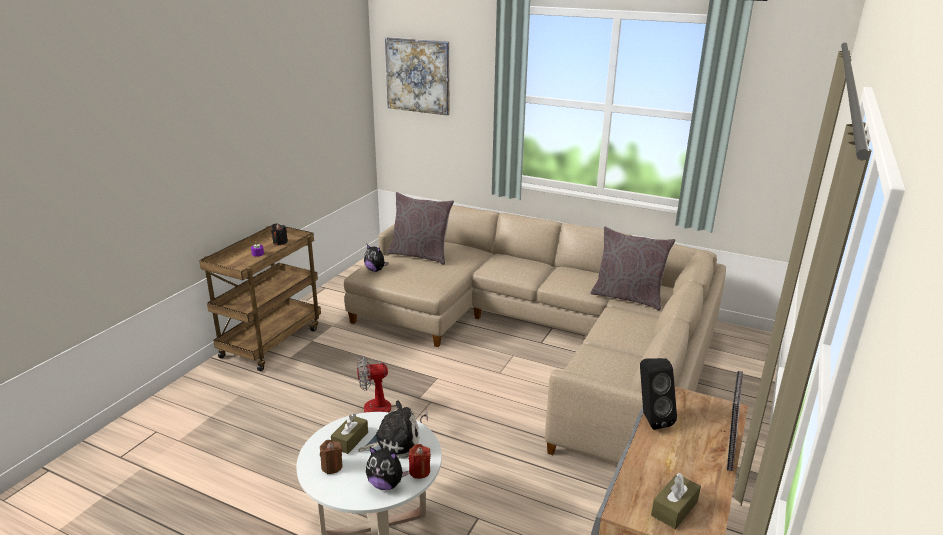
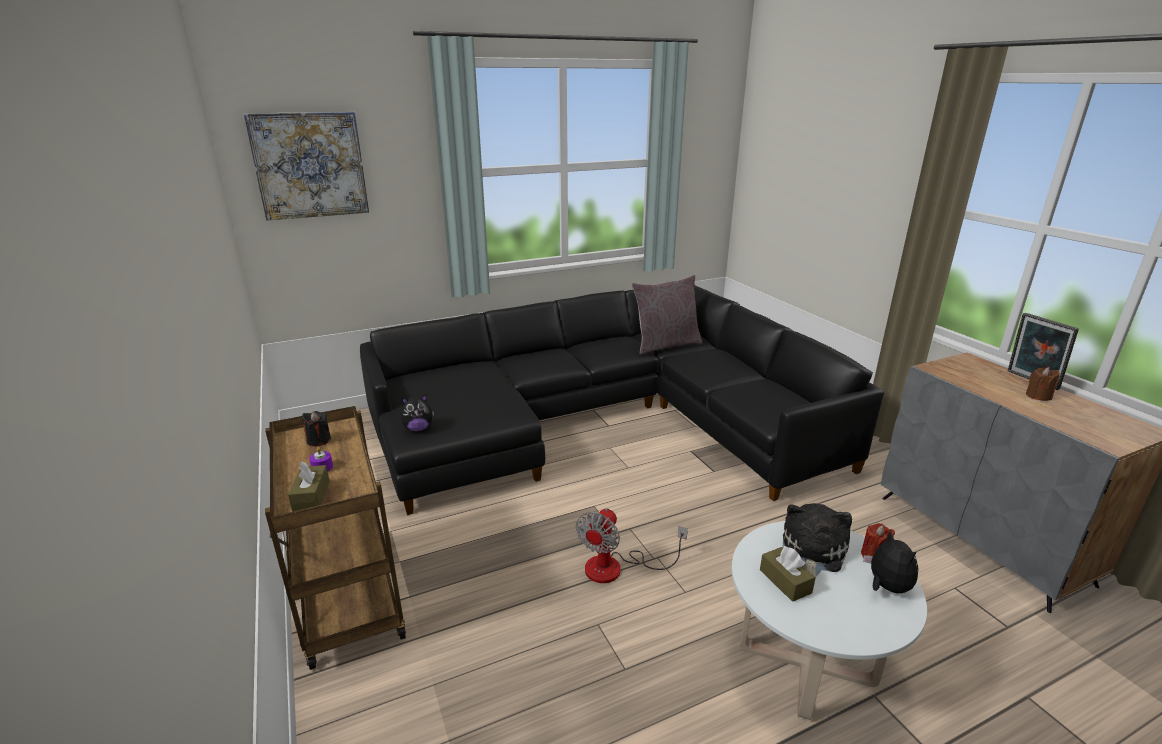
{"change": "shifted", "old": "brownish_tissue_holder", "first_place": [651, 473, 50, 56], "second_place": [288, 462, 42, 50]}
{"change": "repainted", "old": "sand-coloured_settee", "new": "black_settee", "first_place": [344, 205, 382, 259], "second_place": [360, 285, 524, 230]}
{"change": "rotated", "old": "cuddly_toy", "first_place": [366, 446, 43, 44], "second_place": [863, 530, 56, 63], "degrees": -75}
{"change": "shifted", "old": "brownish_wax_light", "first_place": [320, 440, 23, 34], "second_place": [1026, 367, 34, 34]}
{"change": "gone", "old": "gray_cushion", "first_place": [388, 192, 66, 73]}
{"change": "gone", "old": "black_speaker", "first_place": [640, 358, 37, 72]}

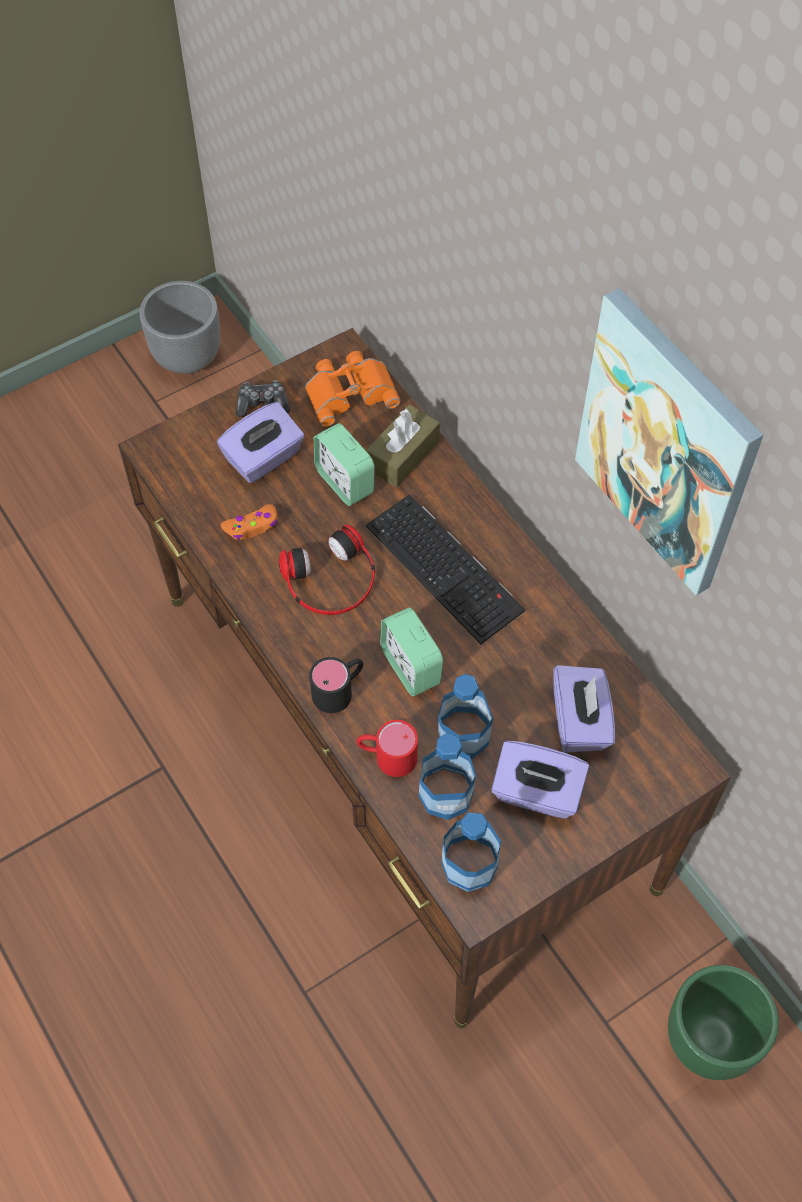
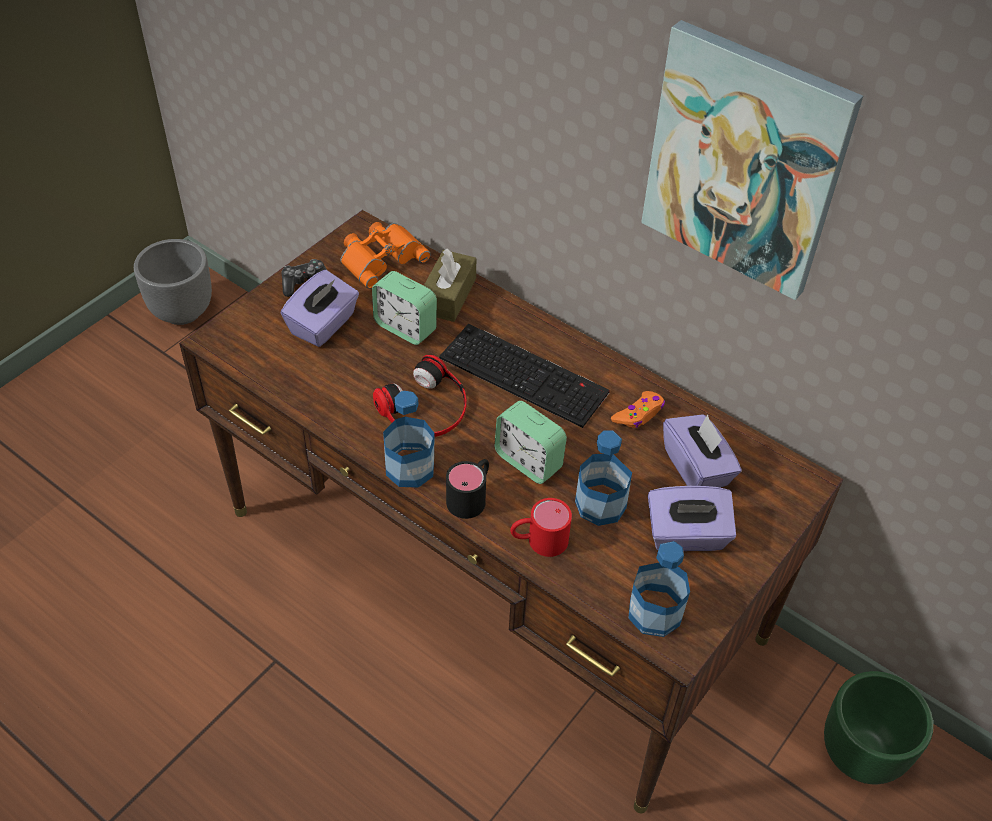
{"change": "shifted", "old": "drink_bottle", "first_place": [419, 733, 57, 87], "second_place": [383, 391, 52, 96]}
{"change": "shifted", "old": "orange_gamepad", "first_place": [220, 504, 57, 36], "second_place": [611, 391, 54, 37]}

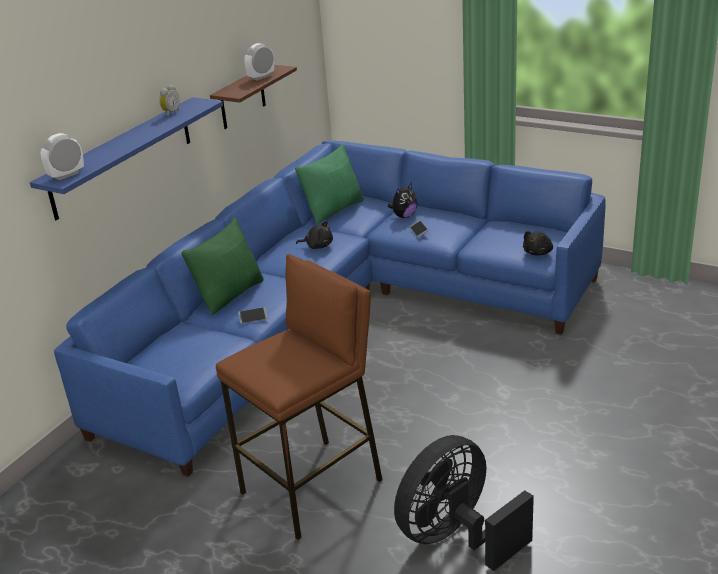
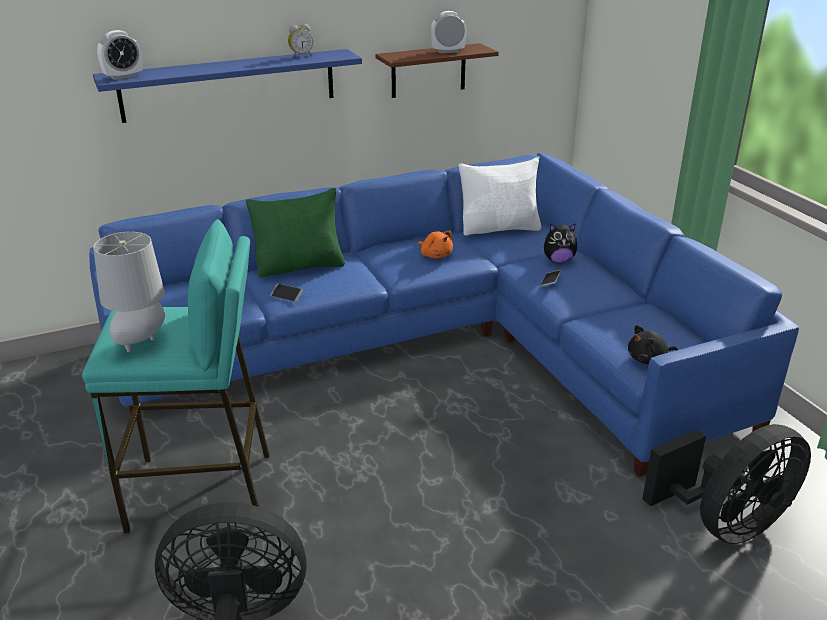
{"change": "repainted", "old": "brownish_sitting_stool", "new": "turquoise_sitting_stool", "first_place": [216, 254, 166, 286], "second_place": [82, 219, 188, 315]}
{"change": "new", "new": "gray_tabletop_lamp", "second_place": [93, 232, 72, 120]}
{"change": "rotated", "old": "alarm_clock", "first_place": [41, 133, 43, 47], "second_place": [97, 30, 46, 50], "degrees": 150}
{"change": "repainted", "old": "black_cuddly_toy", "new": "orange_cuddly_toy", "first_place": [296, 221, 37, 28], "second_place": [418, 231, 35, 28]}
{"change": "repainted", "old": "green-coloured_cushion", "new": "white_cushion", "first_place": [295, 144, 69, 80], "second_place": [459, 158, 82, 78]}
{"change": "new", "new": "black_electric_fan", "second_place": [642, 424, 169, 120]}

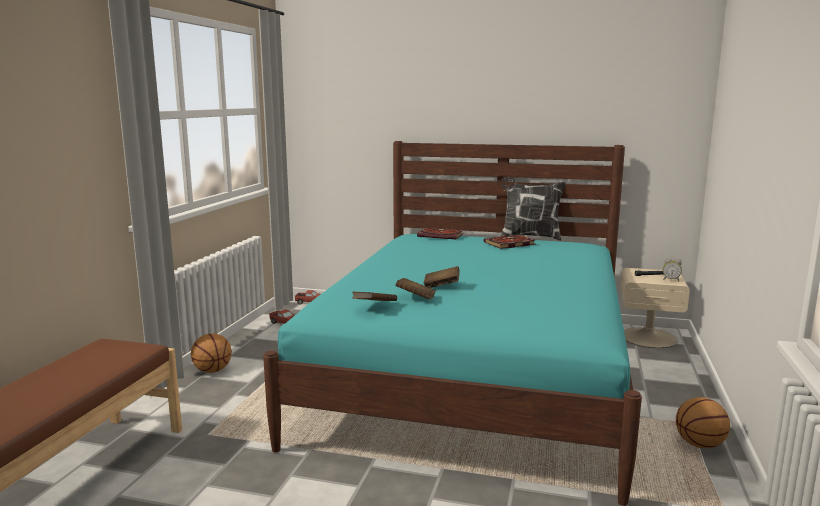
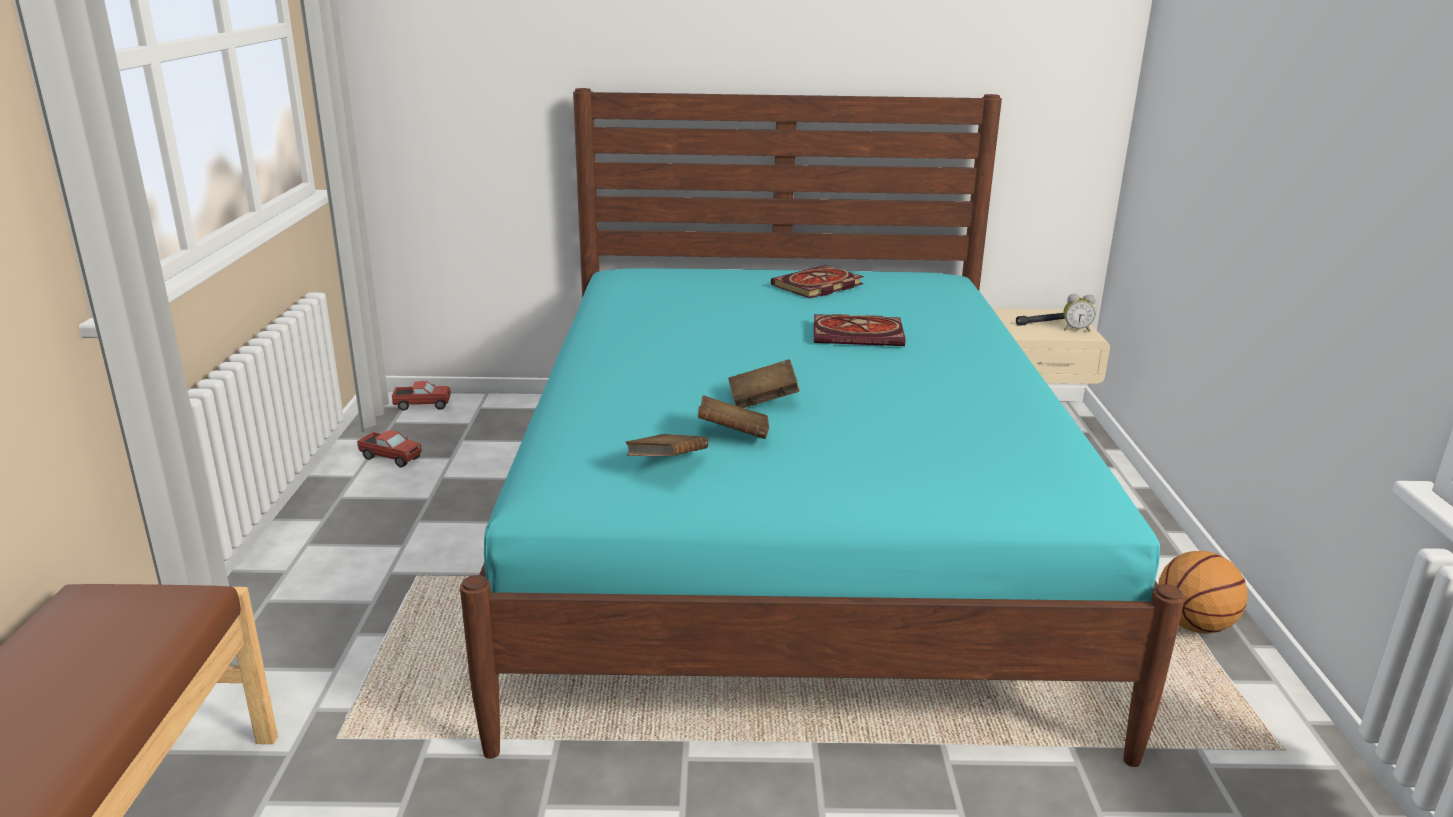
{"change": "shifted", "old": "book", "first_place": [417, 228, 46, 11], "second_place": [814, 314, 91, 32]}
{"change": "gone", "old": "basketball_ball", "first_place": [191, 333, 41, 40]}
{"change": "gone", "old": "cushion", "first_place": [501, 177, 65, 64]}

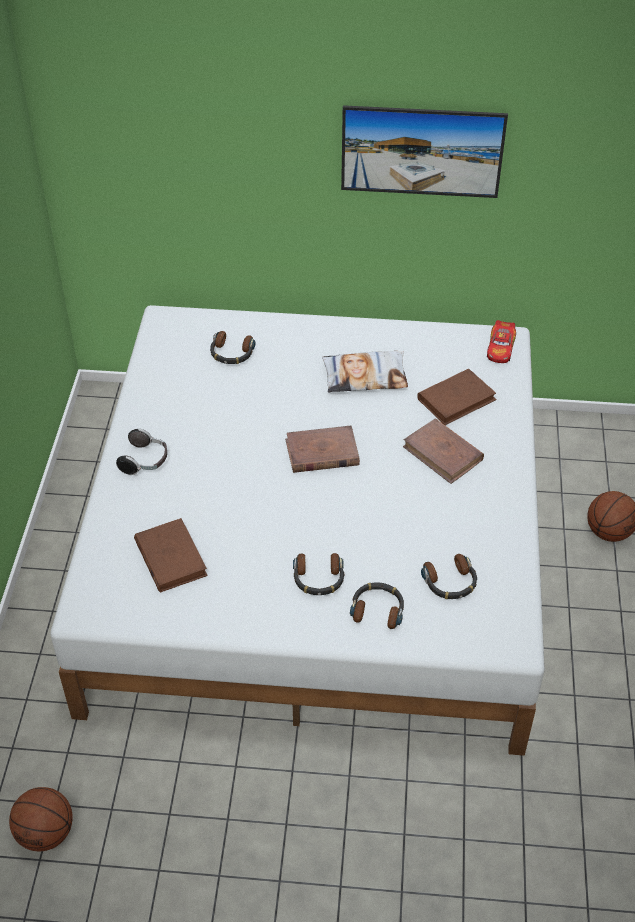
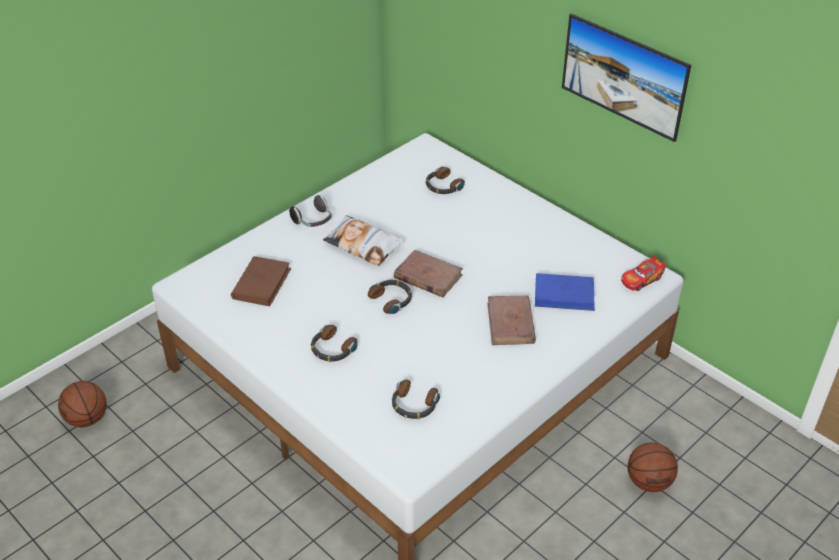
{"change": "shifted", "old": "cushion", "first_place": [322, 351, 86, 41], "second_place": [323, 215, 81, 51]}
{"change": "shifted", "old": "pair_of_headphones", "first_place": [350, 583, 54, 46], "second_place": [368, 280, 44, 34]}
{"change": "repainted", "old": "brownish_book", "new": "blue_book", "first_place": [417, 369, 80, 56], "second_place": [535, 273, 60, 38]}

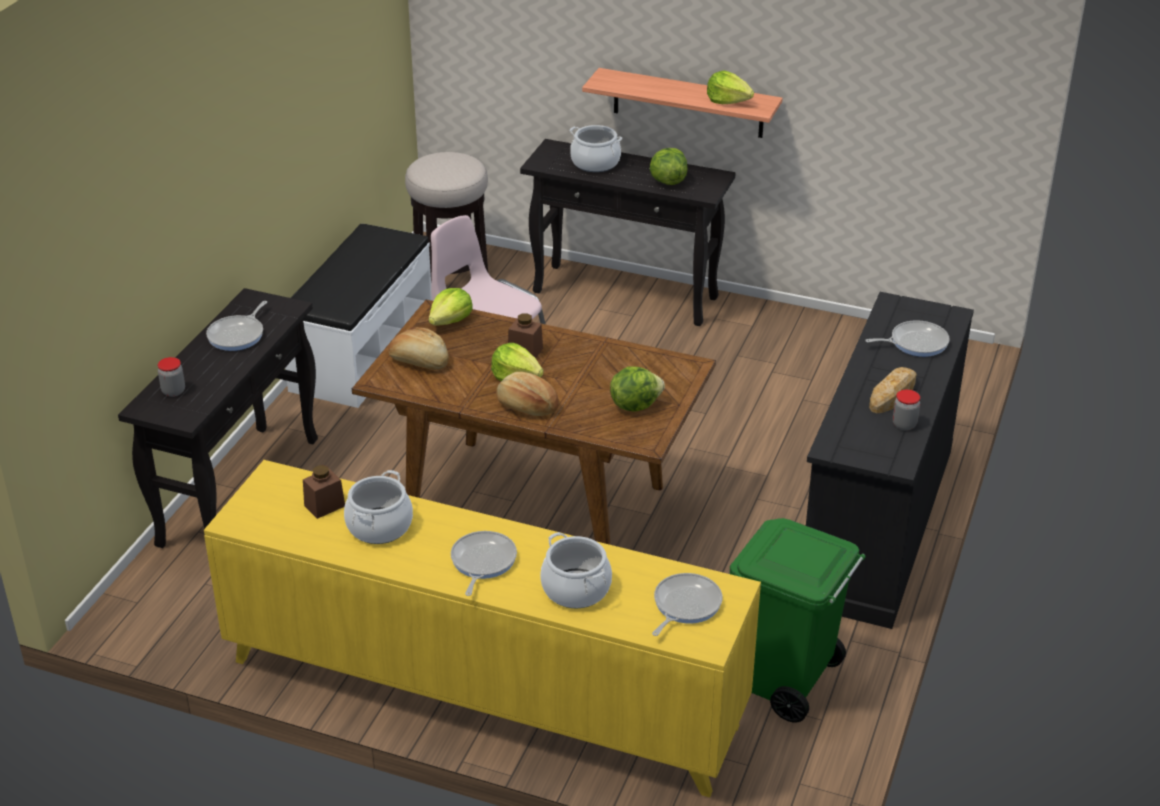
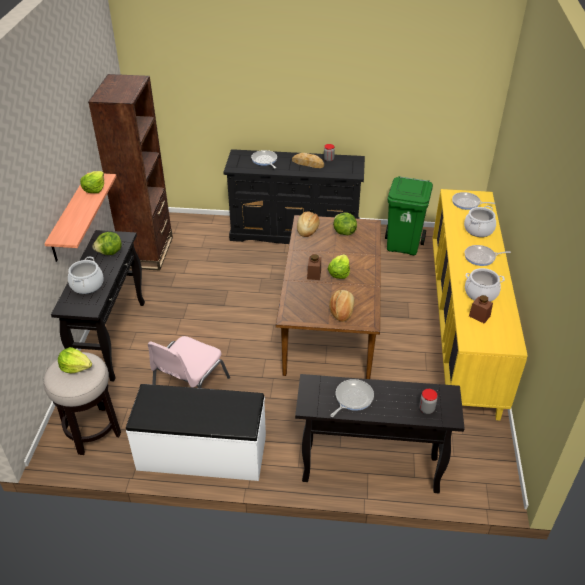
{"change": "shifted", "old": "head_of_lettuce", "first_place": [429, 288, 43, 37], "second_place": [58, 347, 34, 26]}
{"change": "new", "new": "brownish_shelving_unit", "second_place": [88, 74, 85, 197]}
{"change": "shifted", "old": "baked_bread", "first_place": [496, 372, 63, 44], "second_place": [297, 211, 23, 26]}
{"change": "rotated", "old": "skillet", "first_place": [206, 301, 61, 50], "second_place": [330, 379, 44, 38], "degrees": -60}

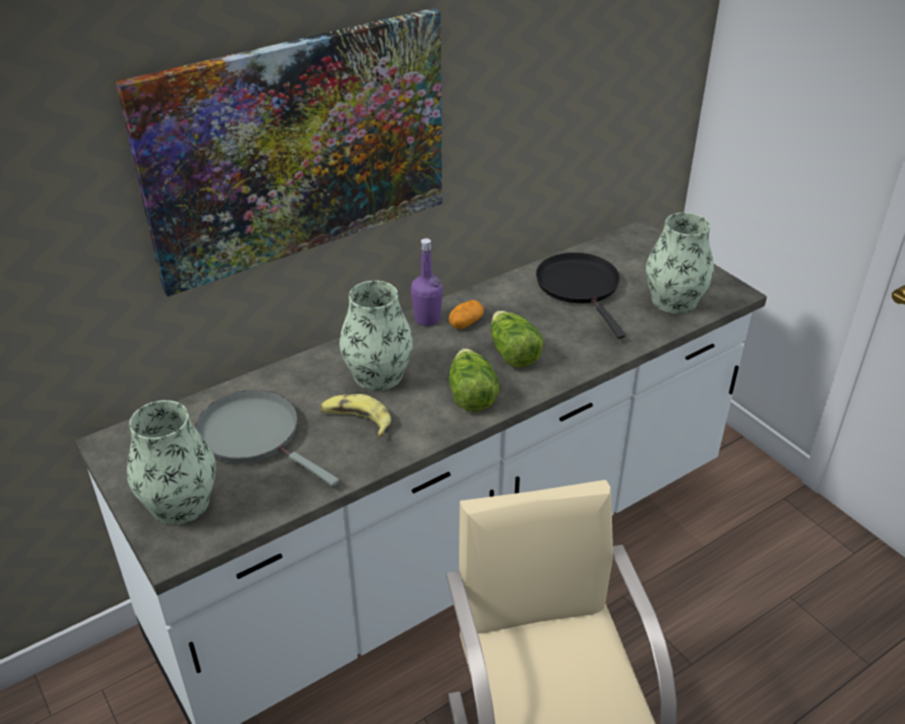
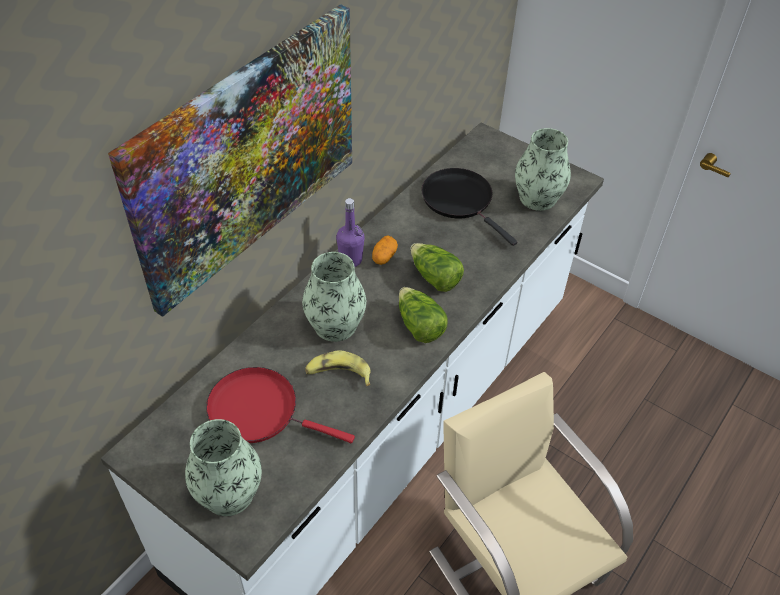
{"change": "repainted", "old": "gray_skillet", "new": "red_skillet", "first_place": [195, 390, 144, 97], "second_place": [206, 367, 149, 76]}

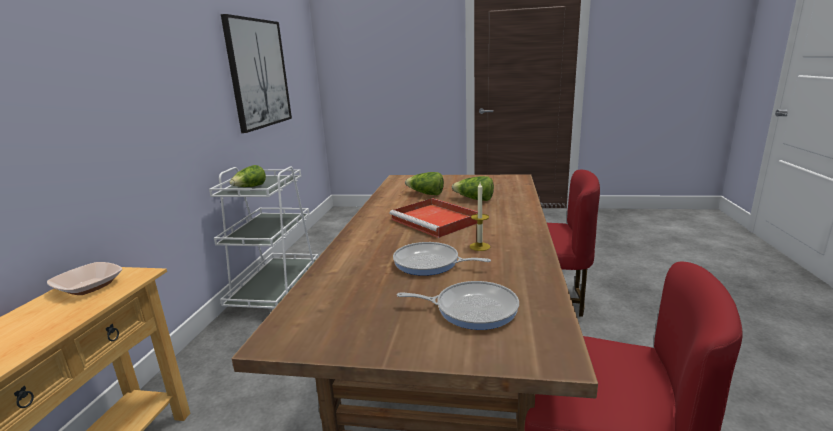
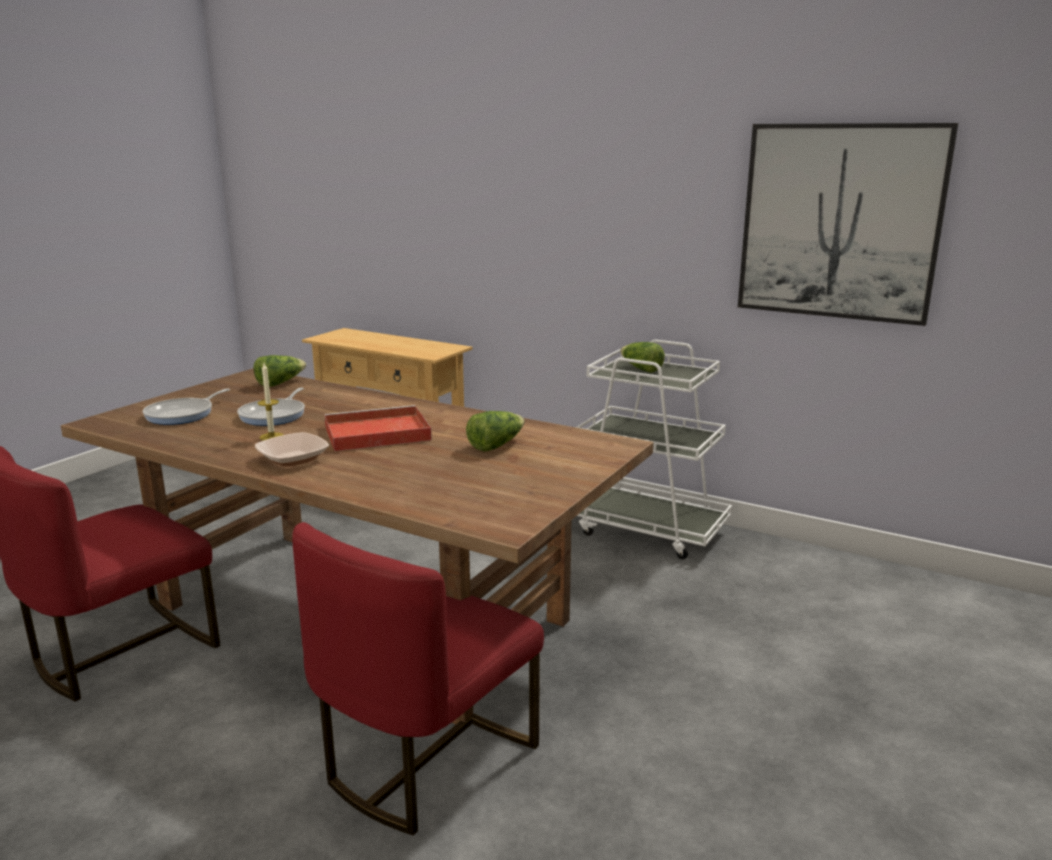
{"change": "rotated", "old": "skillet", "first_place": [393, 242, 98, 34], "second_place": [237, 388, 68, 38], "degrees": 150}
{"change": "shifted", "old": "head_of_lettuce", "first_place": [452, 176, 42, 25], "second_place": [253, 355, 53, 32]}
{"change": "shifted", "old": "deep_dish", "first_place": [47, 262, 75, 33], "second_place": [255, 432, 74, 35]}

